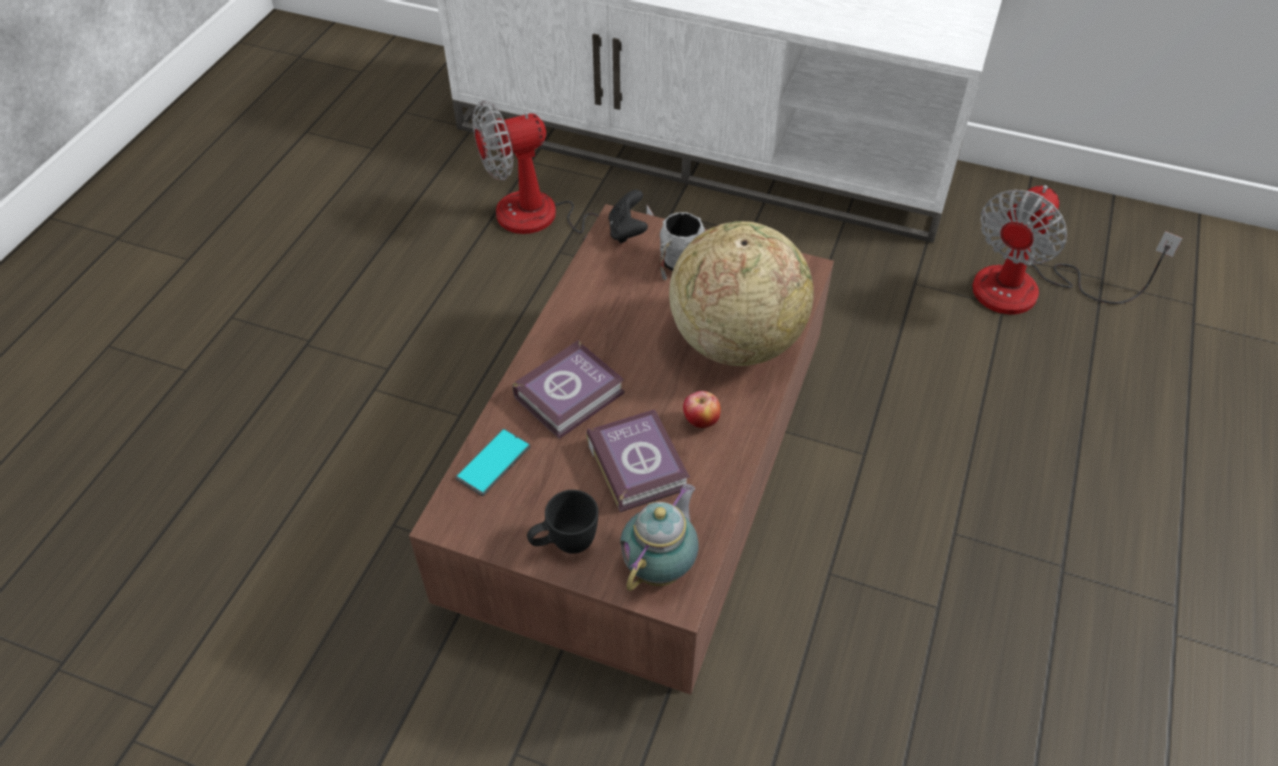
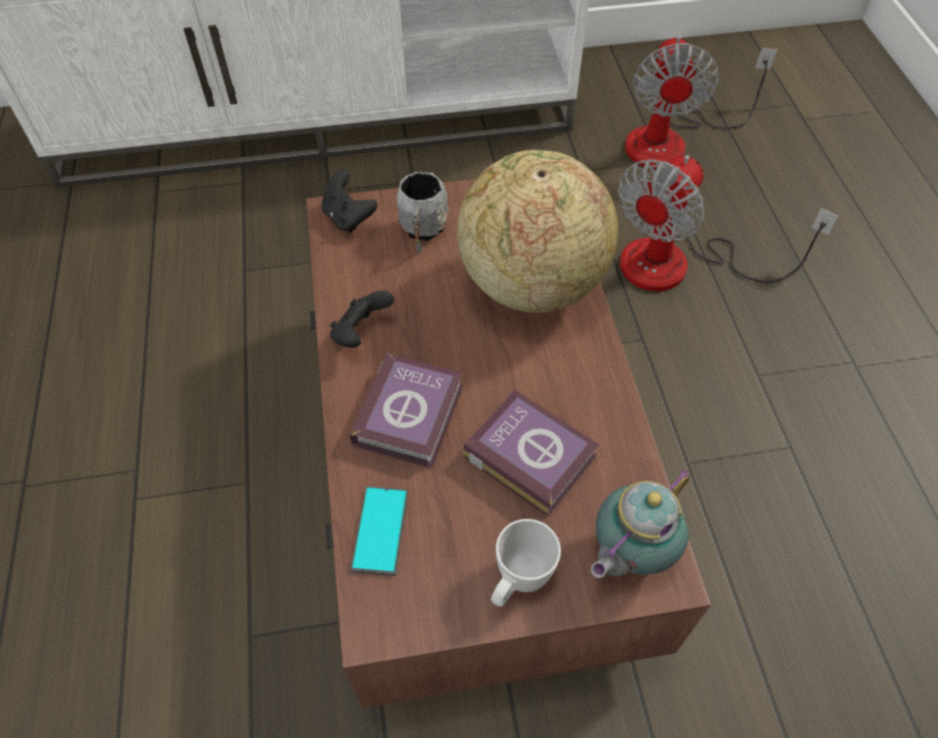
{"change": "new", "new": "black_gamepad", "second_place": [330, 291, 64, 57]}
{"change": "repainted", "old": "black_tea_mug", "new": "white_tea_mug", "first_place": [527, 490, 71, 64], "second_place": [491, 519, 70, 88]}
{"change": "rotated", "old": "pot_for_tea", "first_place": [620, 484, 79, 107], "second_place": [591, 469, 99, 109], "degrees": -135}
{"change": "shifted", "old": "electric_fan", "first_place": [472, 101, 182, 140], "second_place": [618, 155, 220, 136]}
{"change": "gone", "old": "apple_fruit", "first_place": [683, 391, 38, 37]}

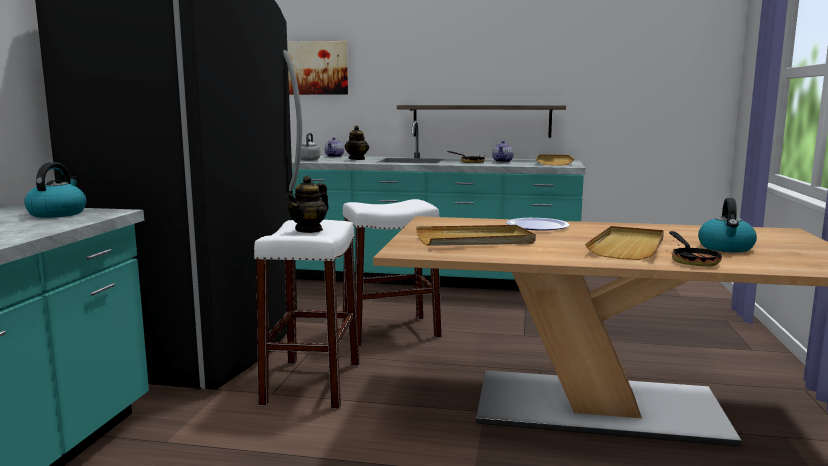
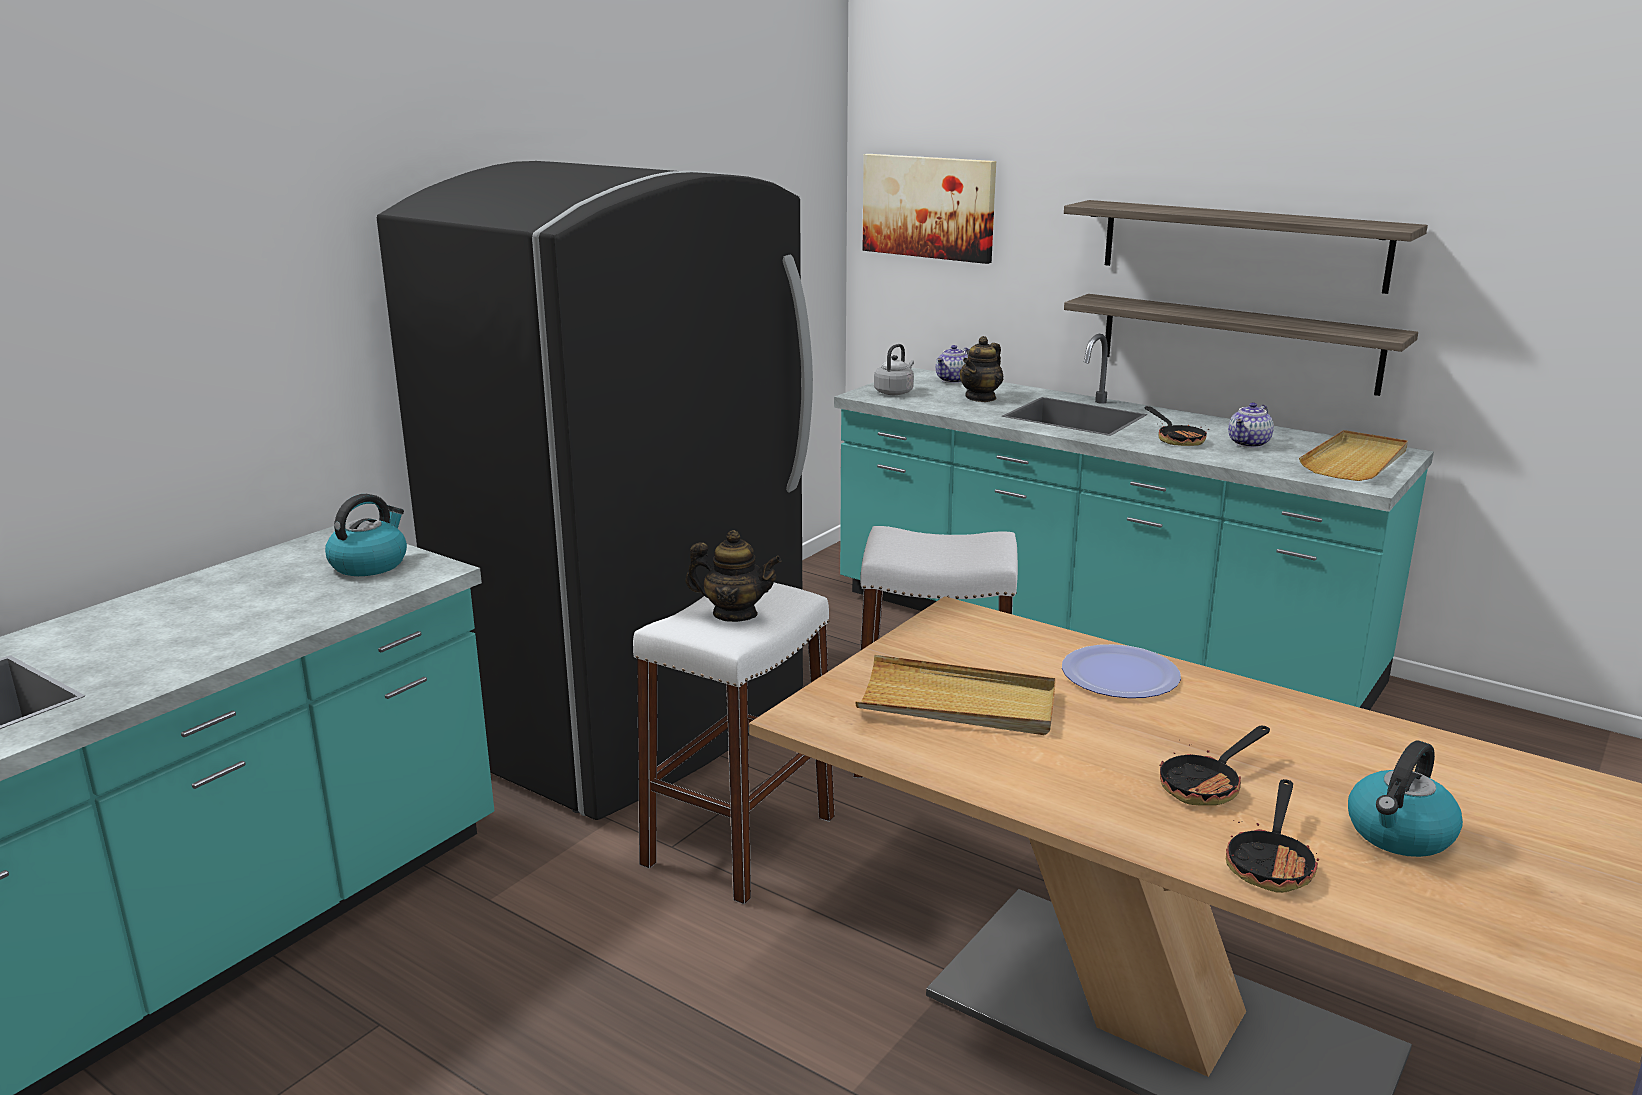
{"change": "rotated", "old": "pot_for_tea", "first_place": [286, 175, 43, 58], "second_place": [685, 530, 97, 92], "degrees": -135}
{"change": "new", "new": "bracket_shelf", "second_place": [1064, 200, 364, 94]}
{"change": "swapped", "old": "sand-coloured_carrying_tray", "new": "skillet", "first_place": [585, 226, 79, 34], "second_place": [1159, 726, 111, 80]}

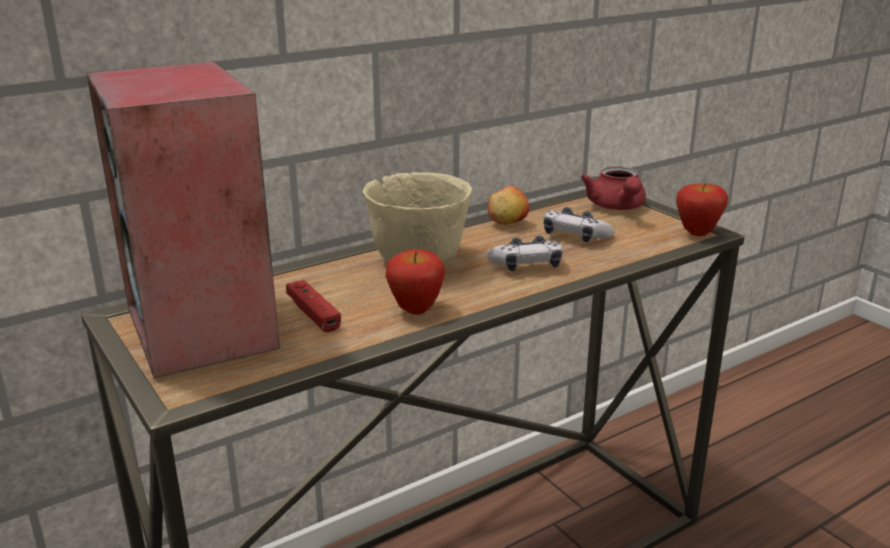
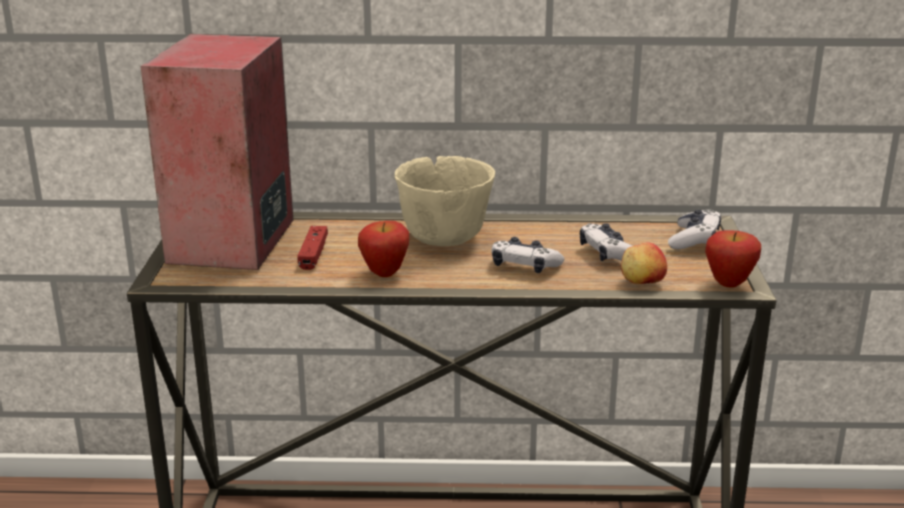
{"change": "shifted", "old": "apple_fruit", "first_place": [488, 186, 41, 39], "second_place": [621, 242, 46, 42]}
{"change": "swapped", "old": "red_pot_for_tea", "new": "gamepad", "first_place": [581, 166, 65, 44], "second_place": [668, 209, 53, 41]}

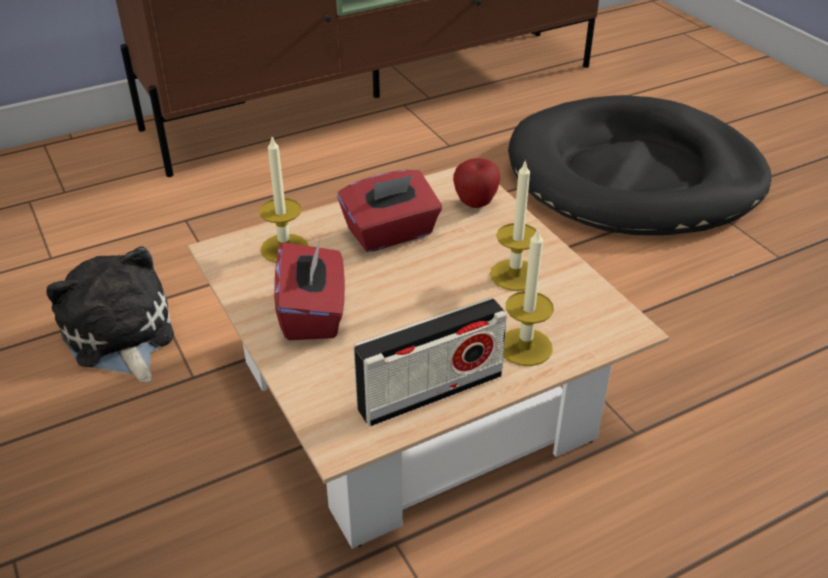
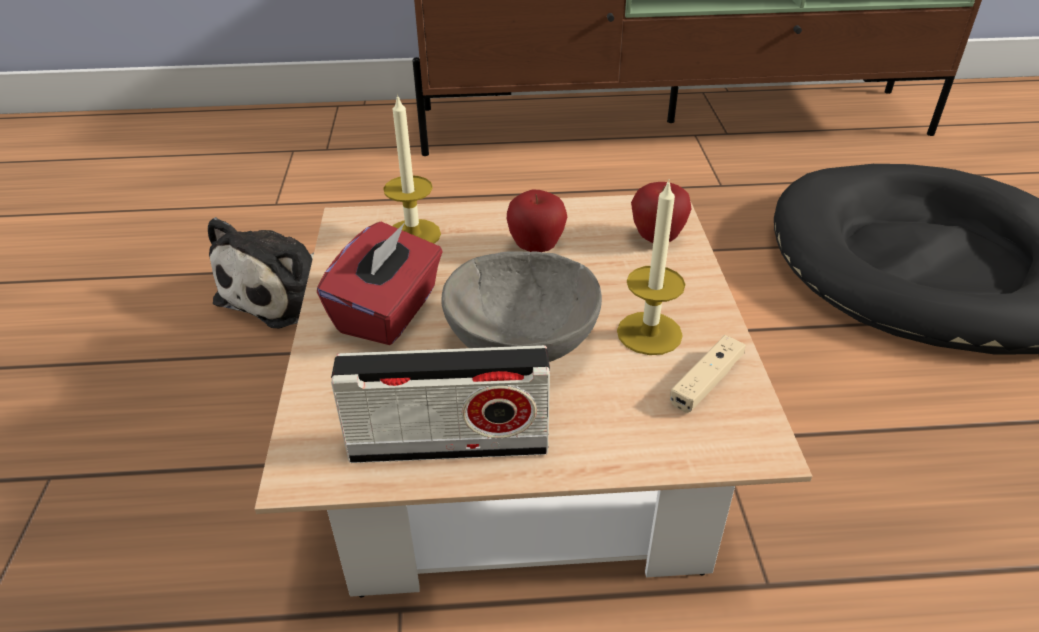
{"change": "rotated", "old": "cuddly_toy", "first_place": [46, 246, 128, 137], "second_place": [208, 217, 106, 112], "degrees": -150}
{"change": "new", "new": "gray_deep_dish", "second_place": [441, 251, 161, 111]}
{"change": "swapped", "old": "red_tissue_holder", "new": "apple_fruit", "first_place": [337, 170, 105, 82], "second_place": [507, 189, 60, 63]}
{"change": "new", "new": "sand-coloured_gamepad", "second_place": [670, 335, 76, 78]}
{"change": "gone", "old": "wax_light", "first_place": [503, 229, 51, 137]}

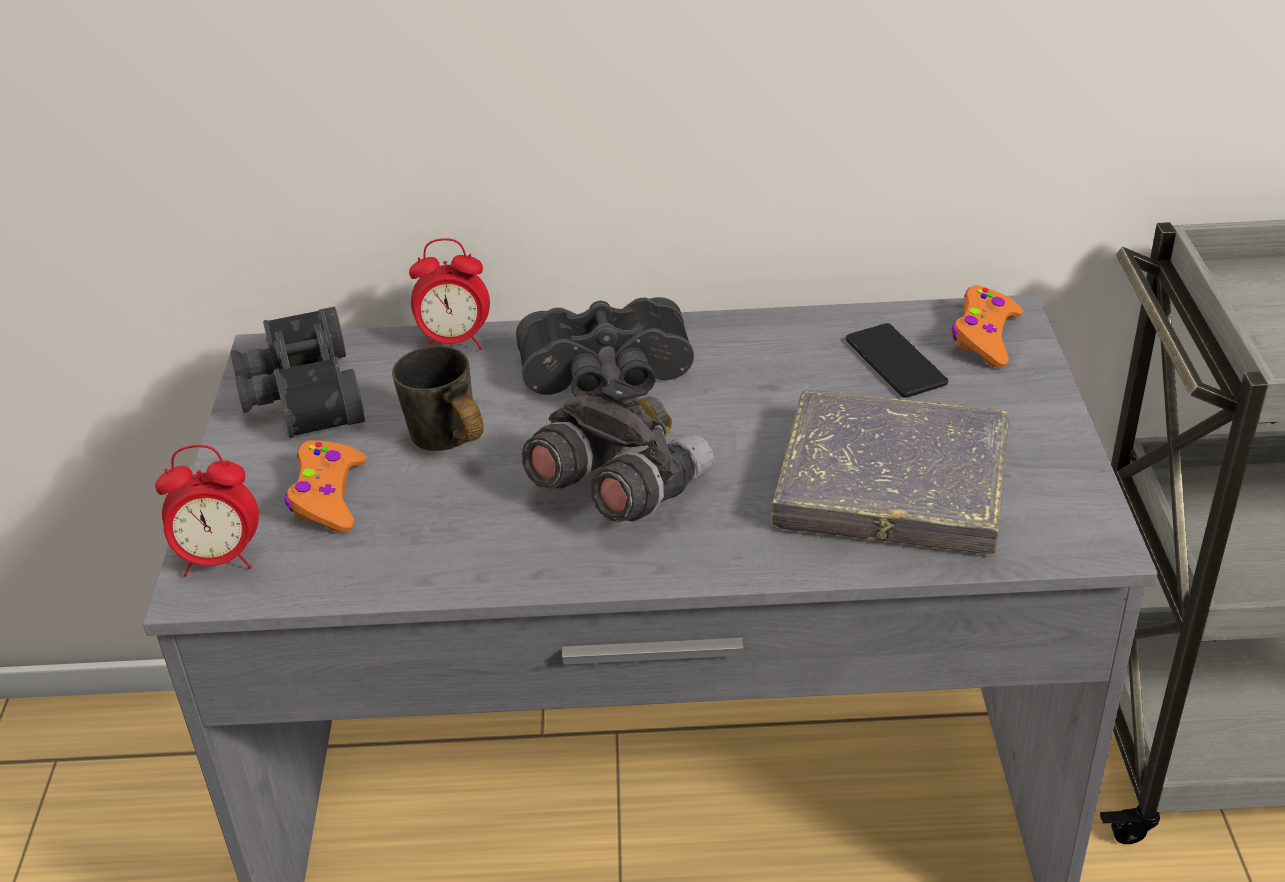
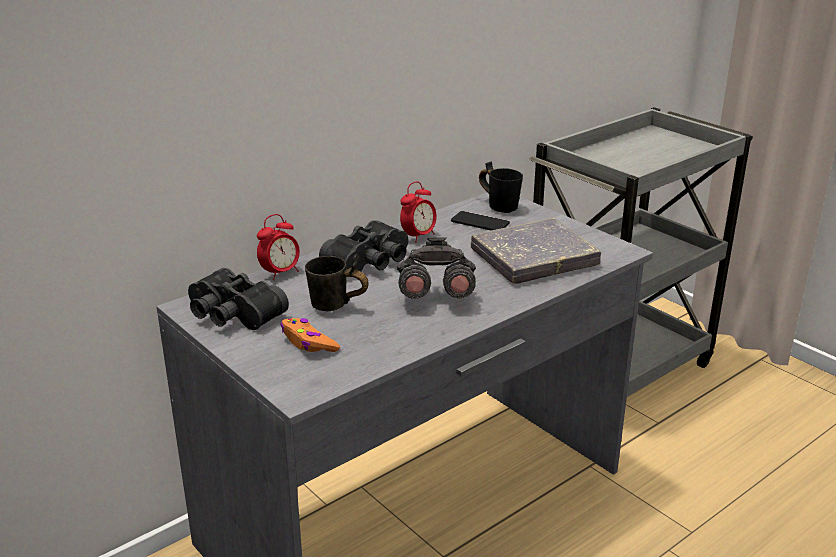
{"change": "shifted", "old": "alarm_clock", "first_place": [155, 445, 104, 132], "second_place": [400, 181, 37, 62]}
{"change": "swapped", "old": "orange_gamepad", "new": "black_tea_mug", "first_place": [952, 285, 71, 82], "second_place": [479, 162, 44, 51]}

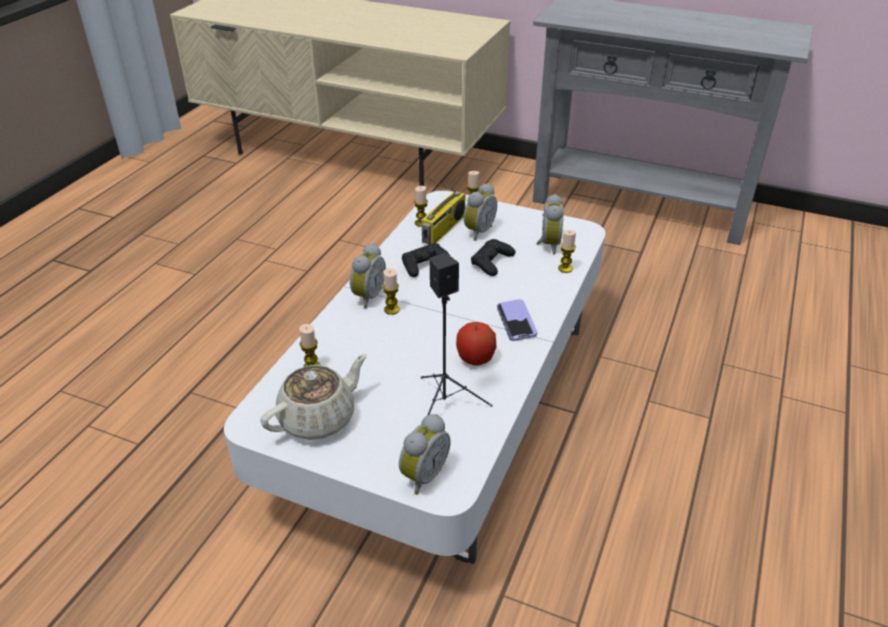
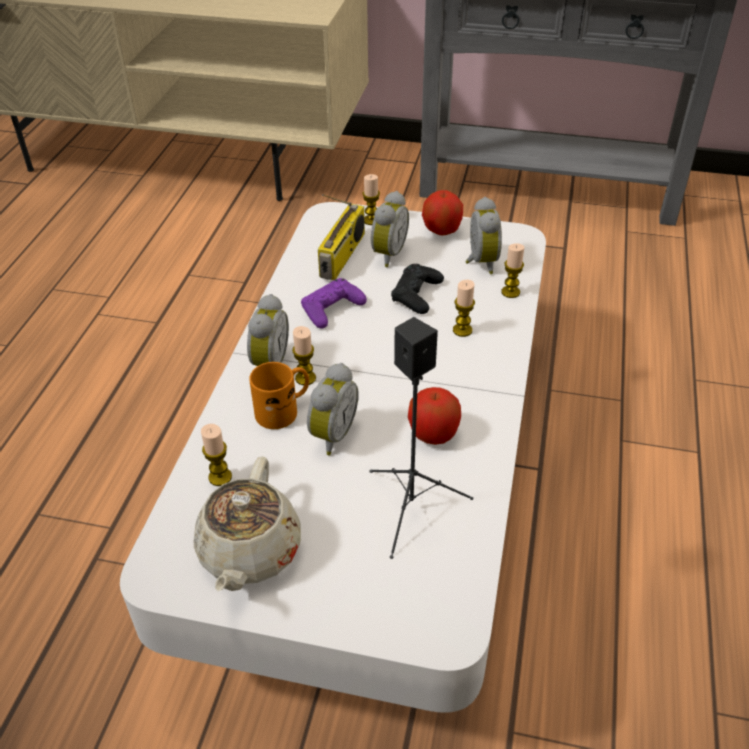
{"change": "rotated", "old": "sand-coloured_pot_for_tea", "first_place": [260, 354, 107, 86], "second_place": [194, 456, 107, 135], "degrees": 150}
{"change": "new", "new": "orange_tea_mug", "second_place": [249, 362, 60, 67]}
{"change": "repainted", "old": "black_gamepad", "new": "purple-coloured_gamepad", "first_place": [402, 243, 48, 34], "second_place": [301, 278, 66, 51]}
{"change": "shifted", "old": "alarm_clock", "first_place": [399, 414, 52, 81], "second_place": [307, 363, 52, 92]}
{"change": "new", "new": "apple_fruit", "second_place": [422, 190, 41, 46]}
{"change": "shifted", "old": "wax_light", "first_place": [414, 186, 14, 41], "second_place": [453, 280, 22, 57]}
{"change": "gone", "old": "handset", "first_place": [497, 299, 40, 42]}

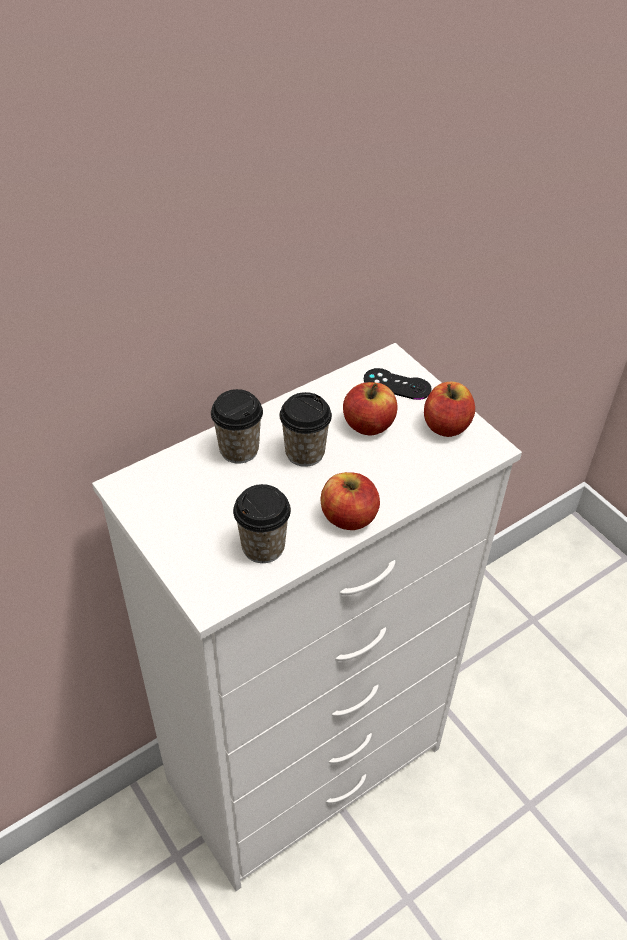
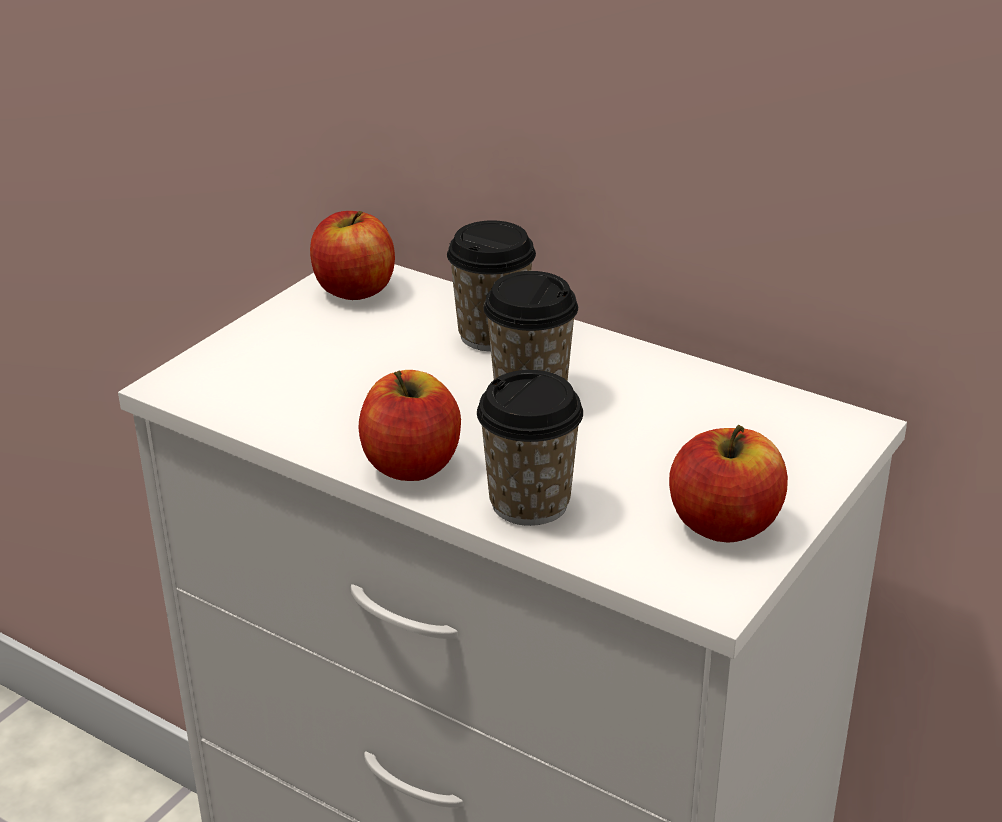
{"change": "shifted", "old": "apple_fruit", "first_place": [343, 382, 55, 54], "second_place": [310, 211, 85, 89]}
{"change": "shifted", "old": "drinking_cup", "first_place": [233, 484, 58, 79], "second_place": [477, 370, 106, 156]}
{"change": "gone", "old": "black_gamepad", "first_place": [364, 368, 68, 32]}

